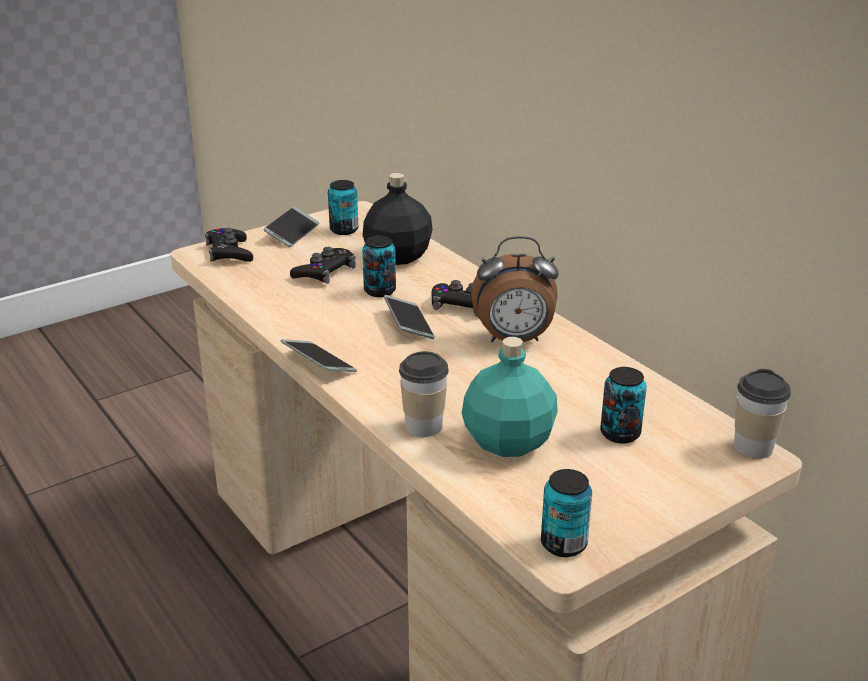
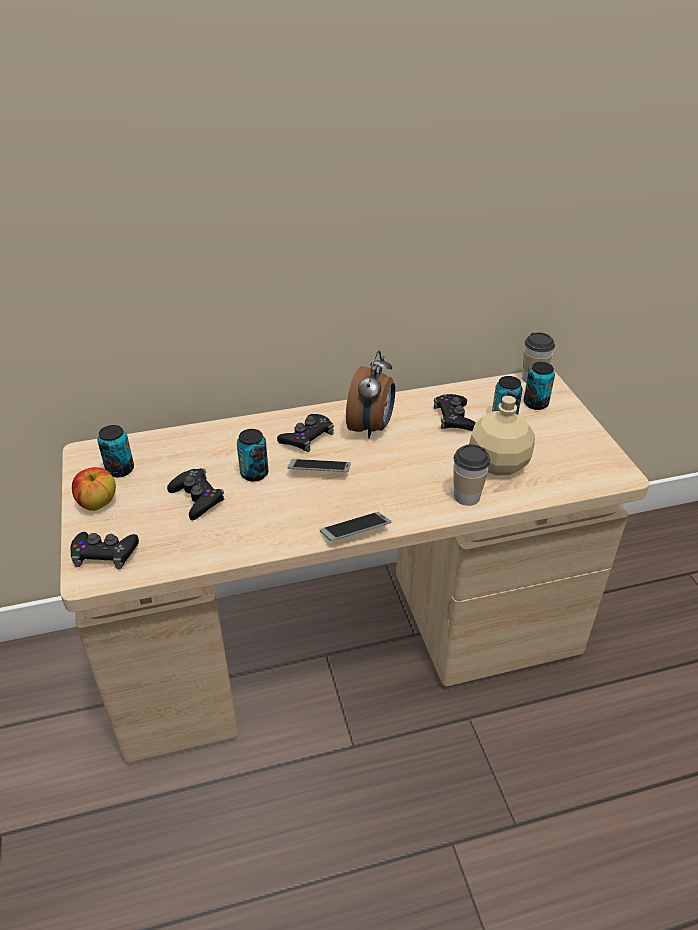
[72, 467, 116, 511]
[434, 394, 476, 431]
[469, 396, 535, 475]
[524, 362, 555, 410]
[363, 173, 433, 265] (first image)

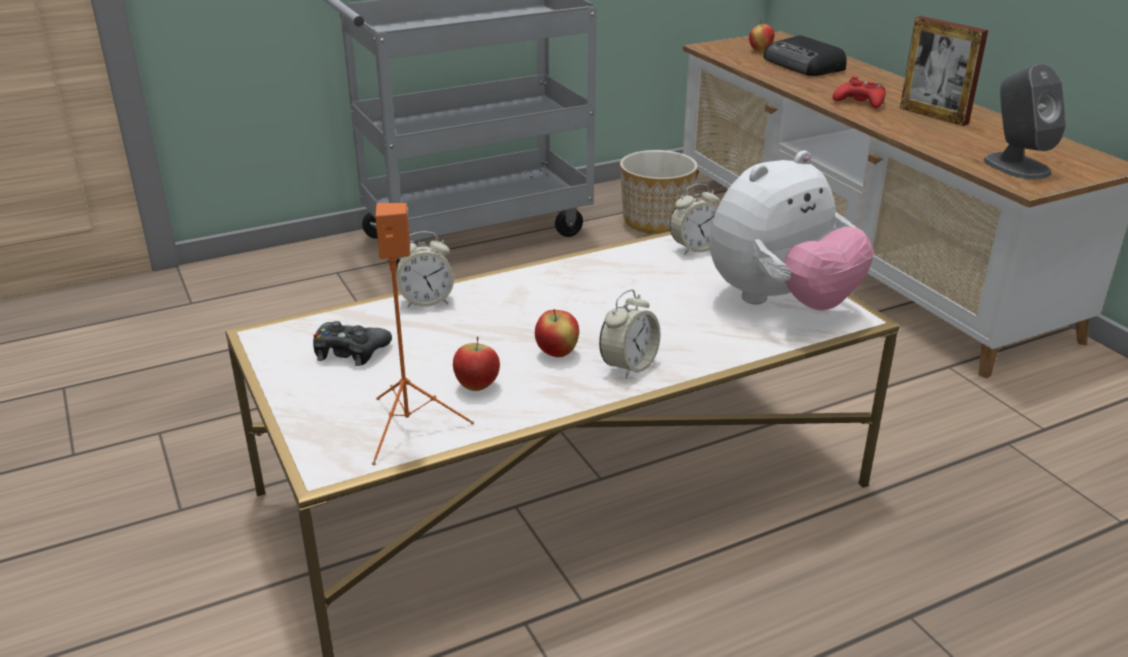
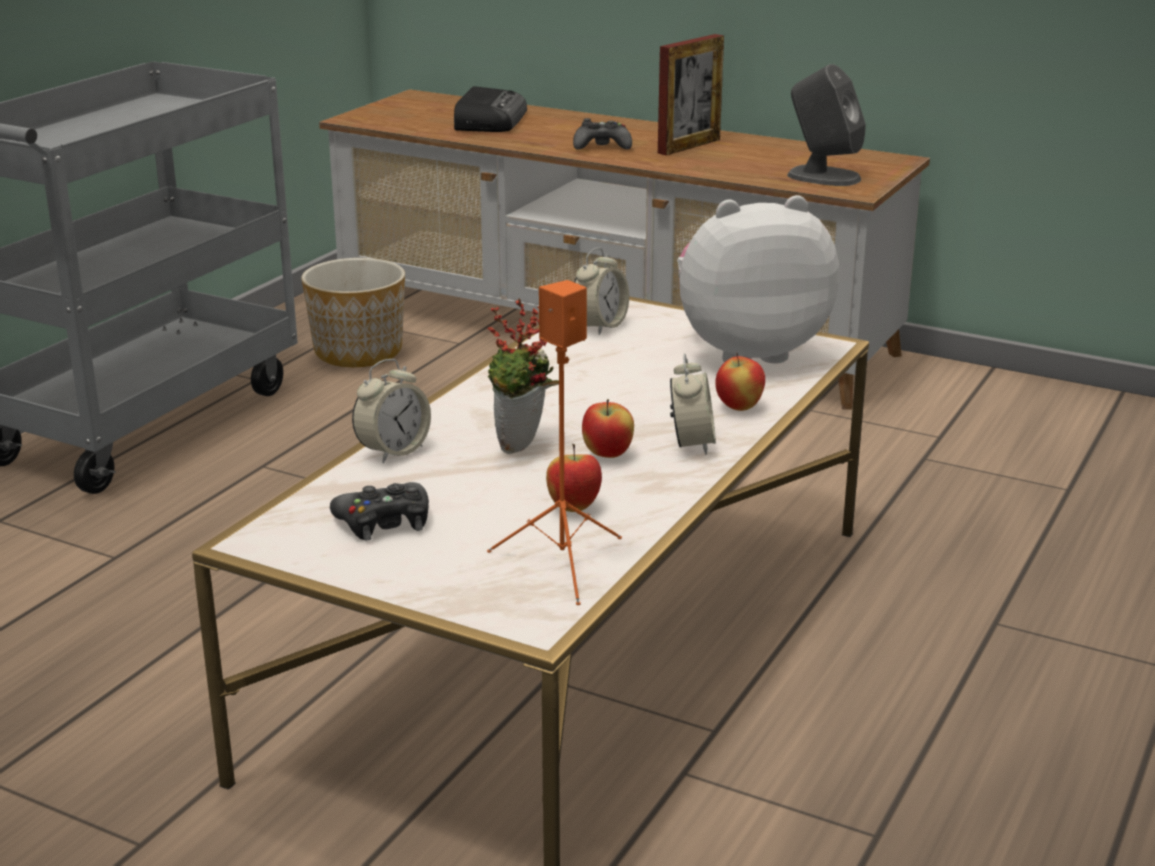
[454, 86, 527, 132]
[487, 299, 559, 454]
[573, 118, 632, 150]
[658, 34, 724, 155]
[677, 195, 839, 363]
[715, 353, 765, 411]

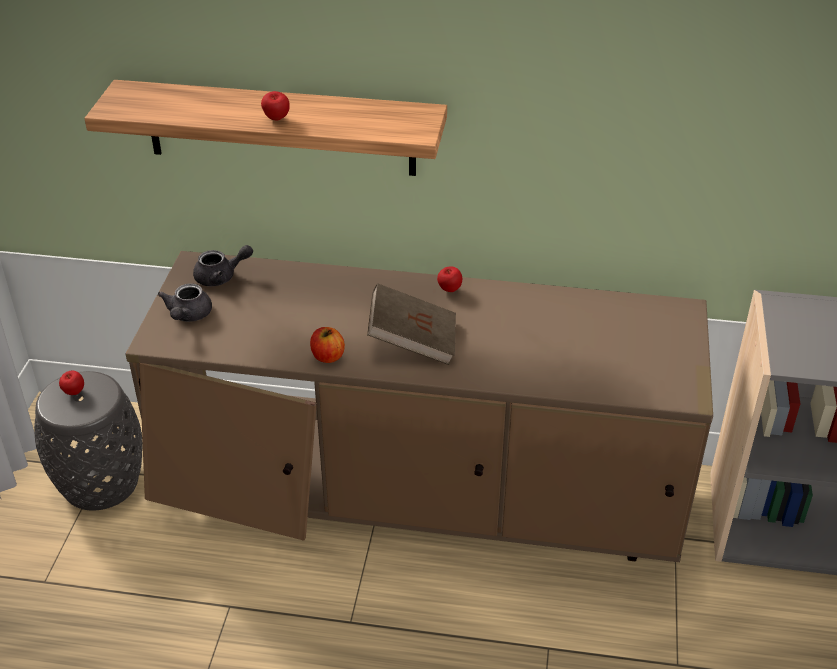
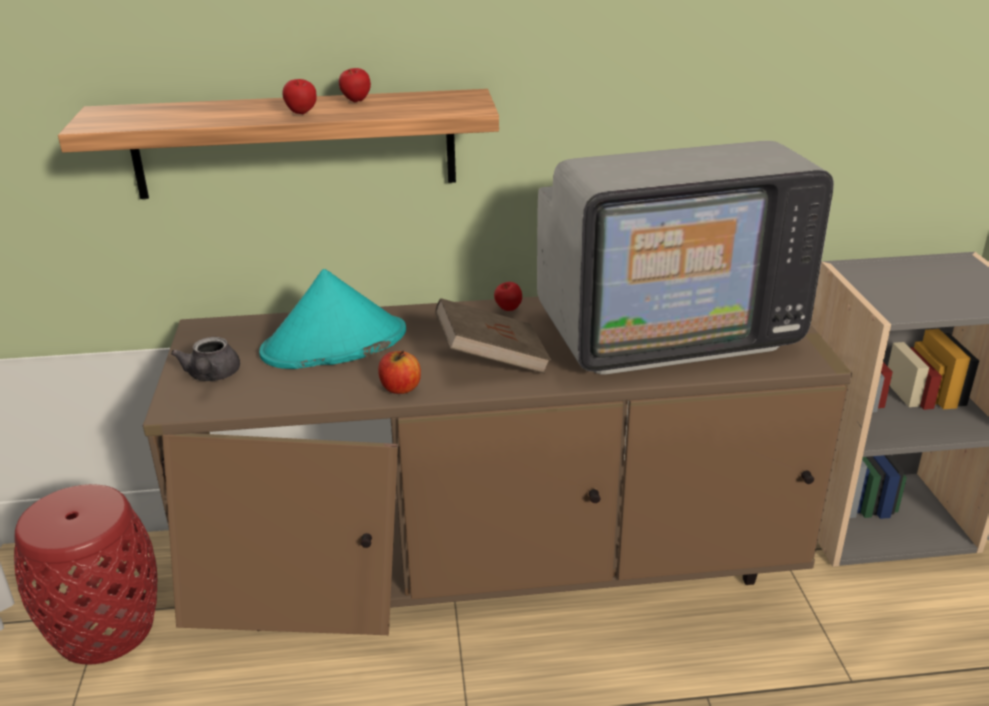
[14, 484, 157, 665]
[259, 269, 406, 369]
[339, 68, 371, 102]
[537, 141, 834, 375]
[193, 245, 253, 286] (first image)

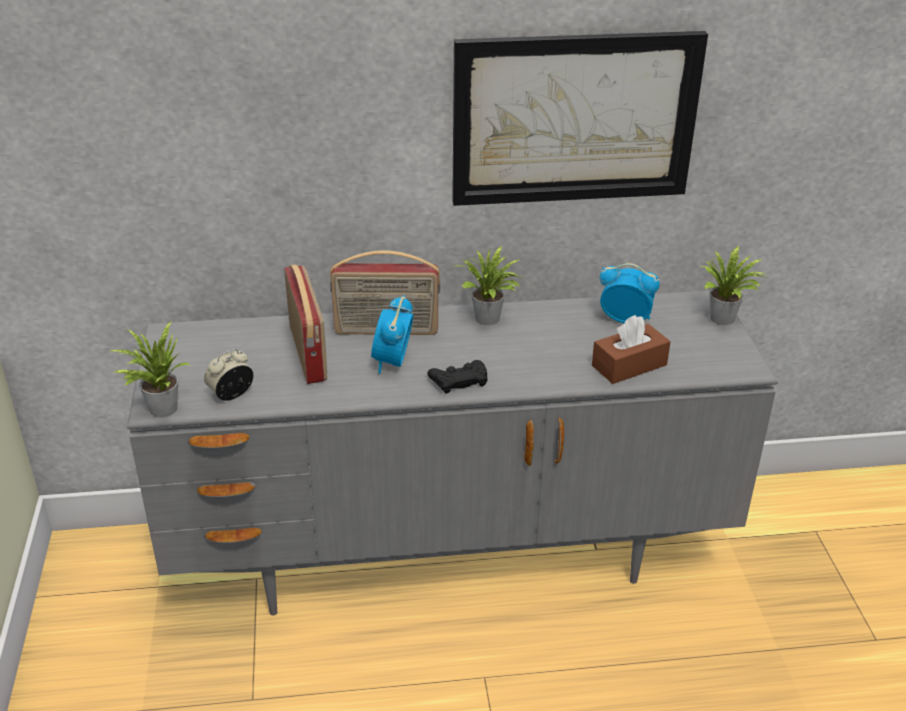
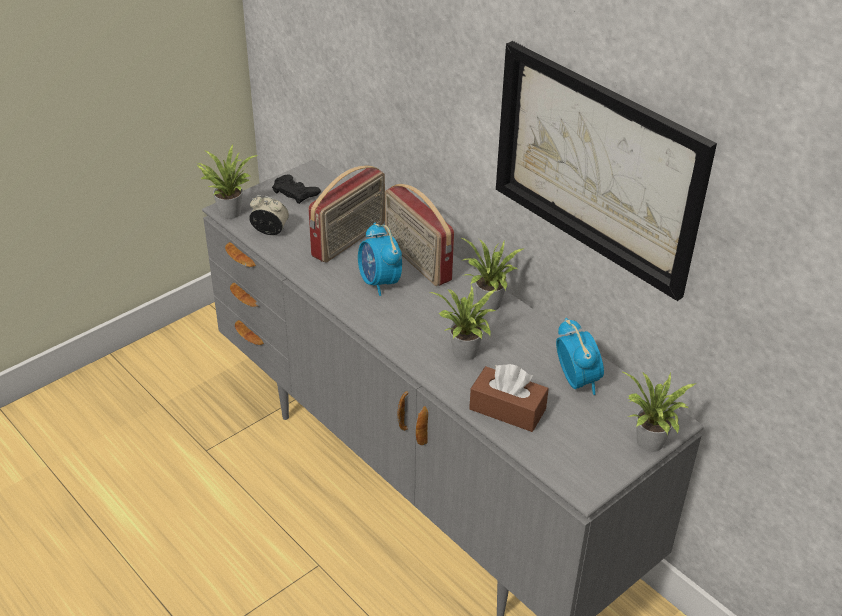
[272, 174, 321, 204]
[358, 223, 402, 296]
[430, 284, 496, 360]

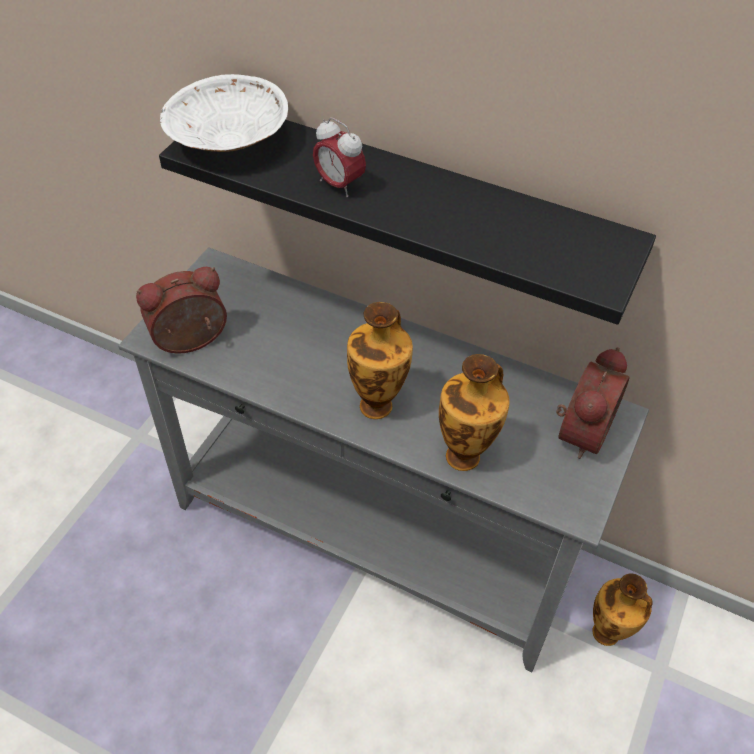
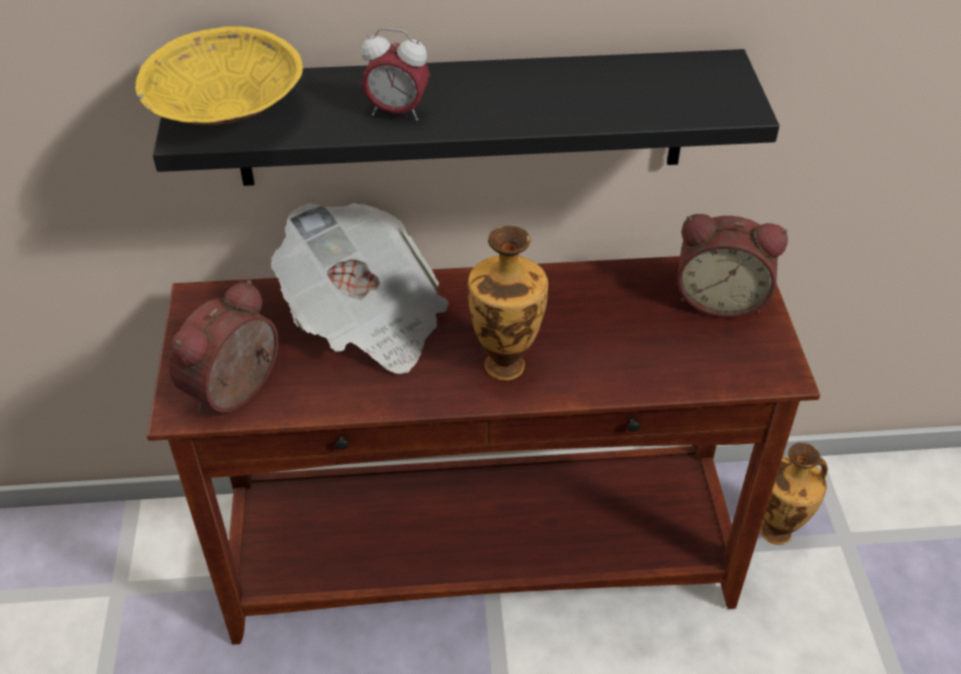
[135, 26, 303, 125]
[147, 256, 820, 645]
[271, 203, 449, 374]
[677, 214, 788, 318]
[439, 354, 510, 471] (first image)

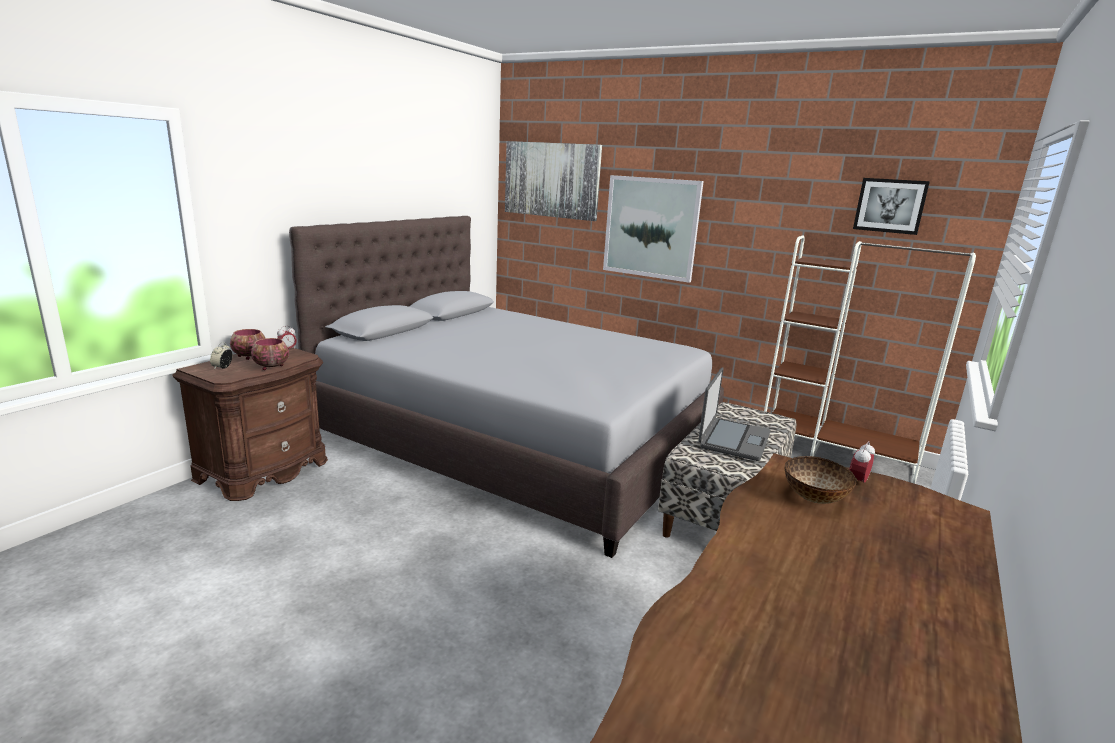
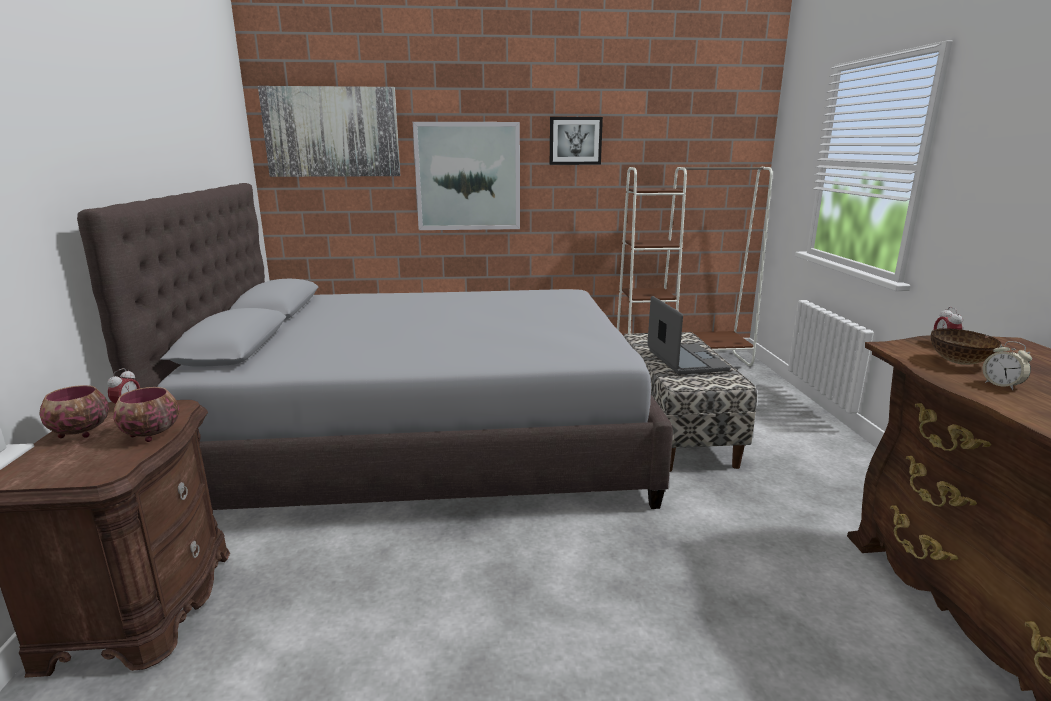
[550, 117, 603, 165]
[983, 341, 1032, 390]

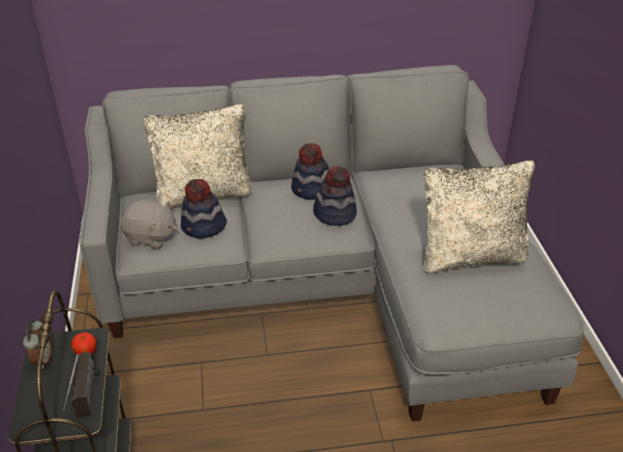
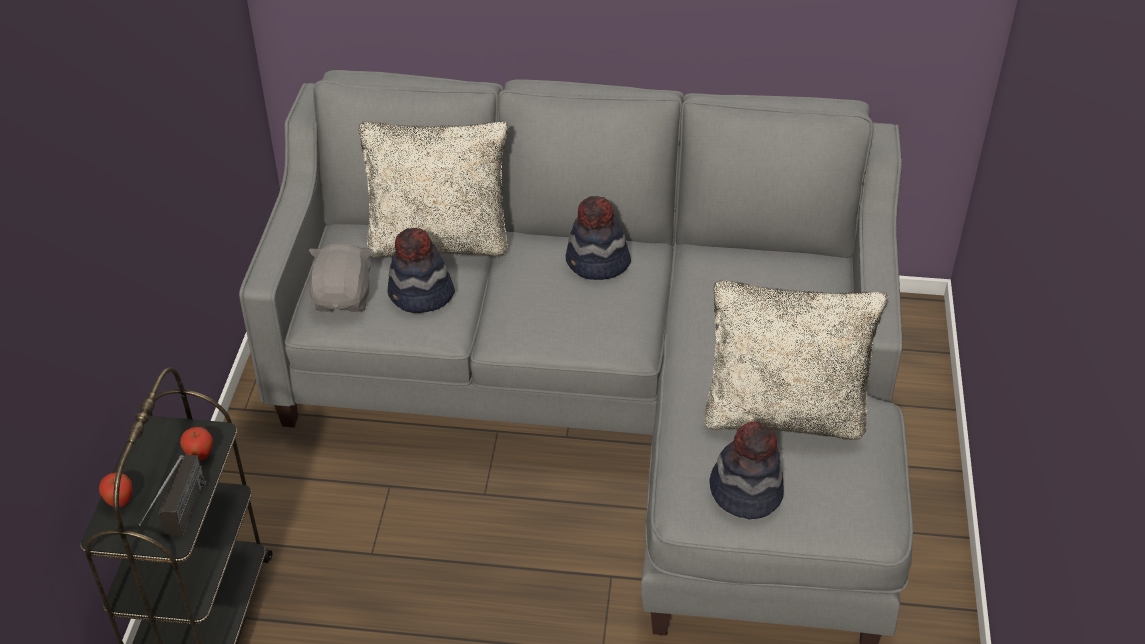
[99, 473, 133, 507]
[309, 243, 373, 312]
[710, 422, 784, 519]
[23, 319, 52, 369] (first image)

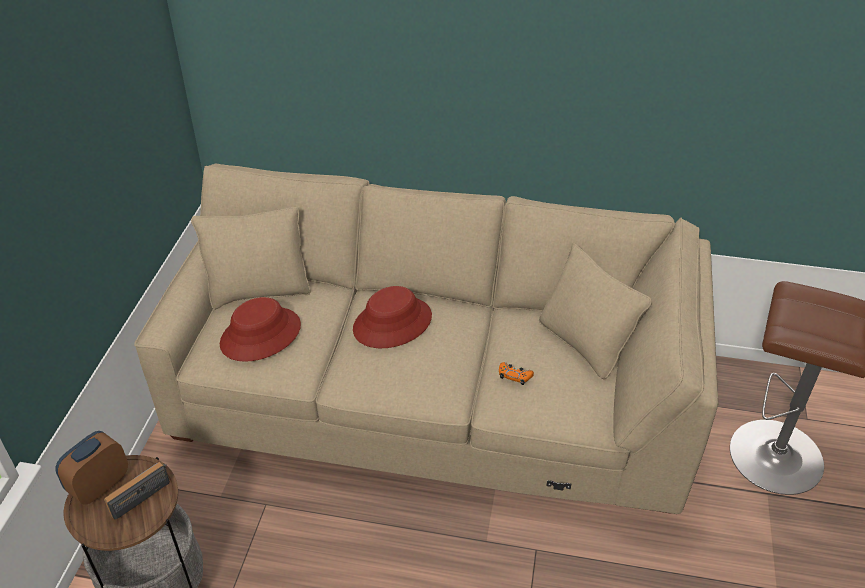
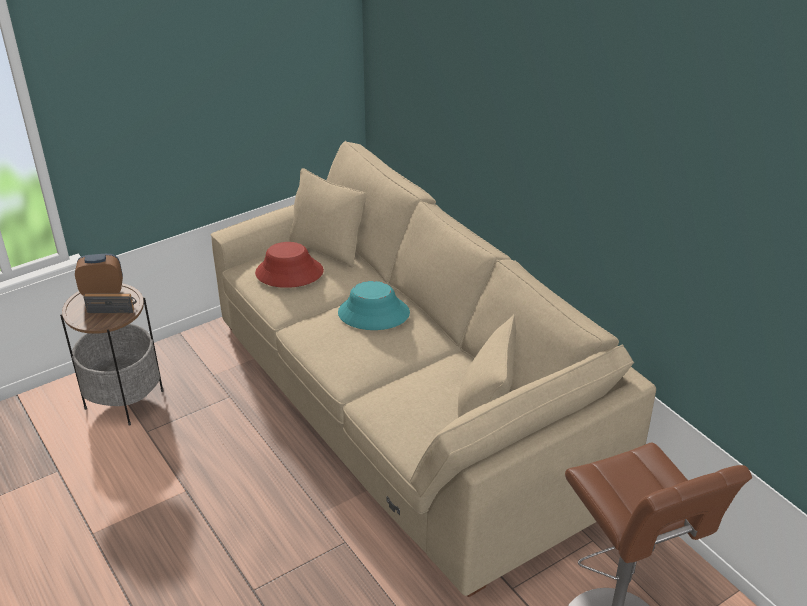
[338, 281, 410, 330]
[499, 362, 534, 385] (first image)

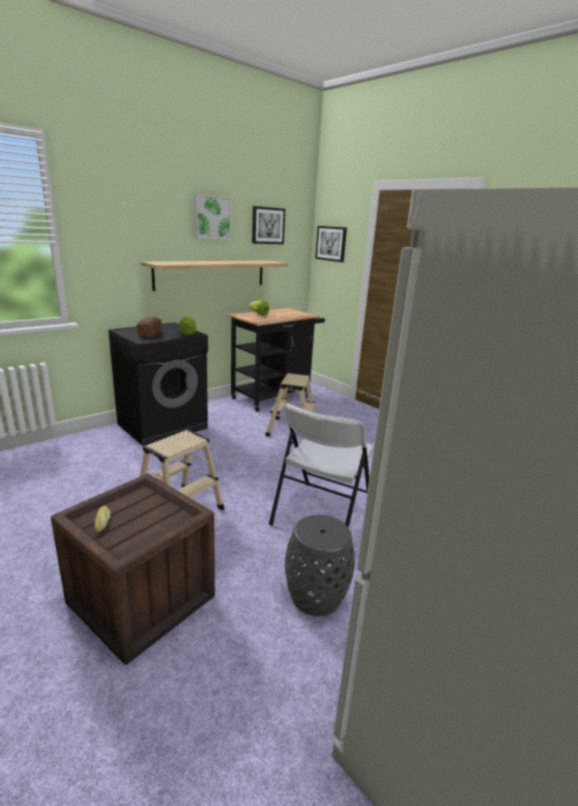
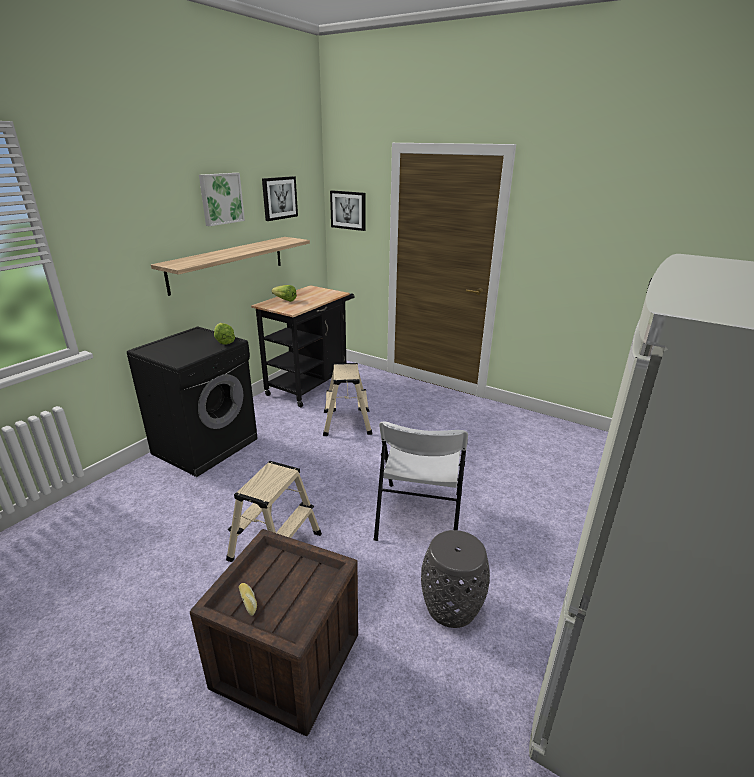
[137, 317, 162, 337] (first image)

